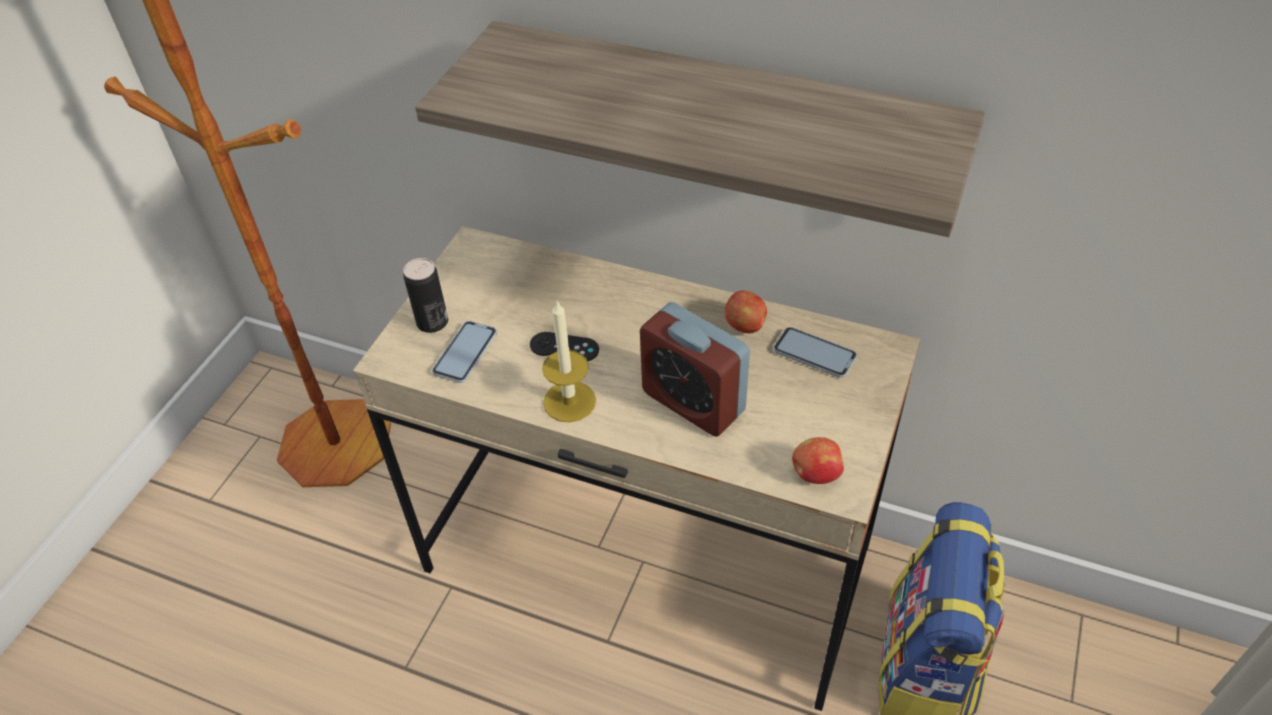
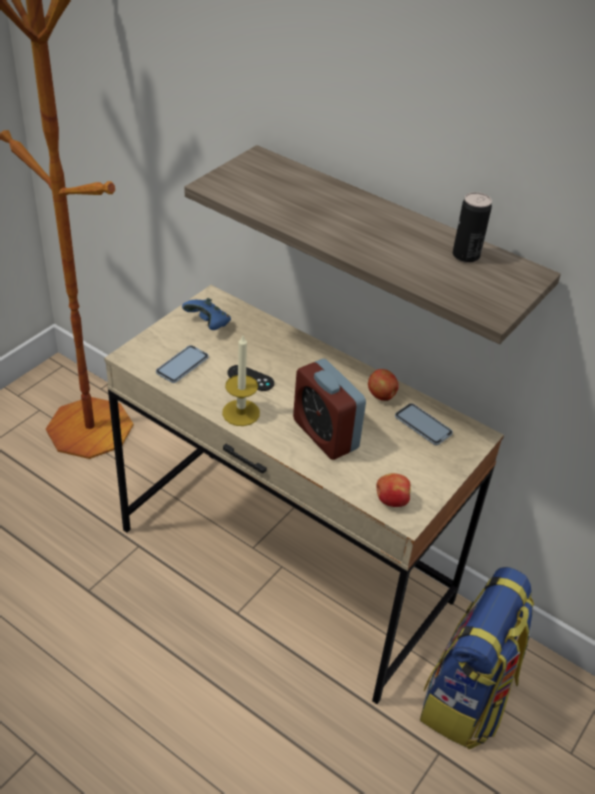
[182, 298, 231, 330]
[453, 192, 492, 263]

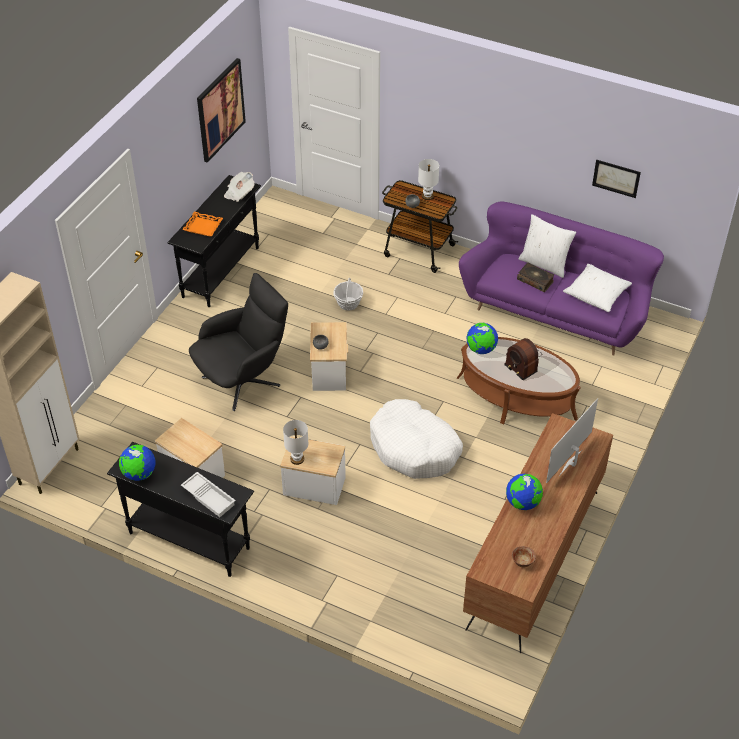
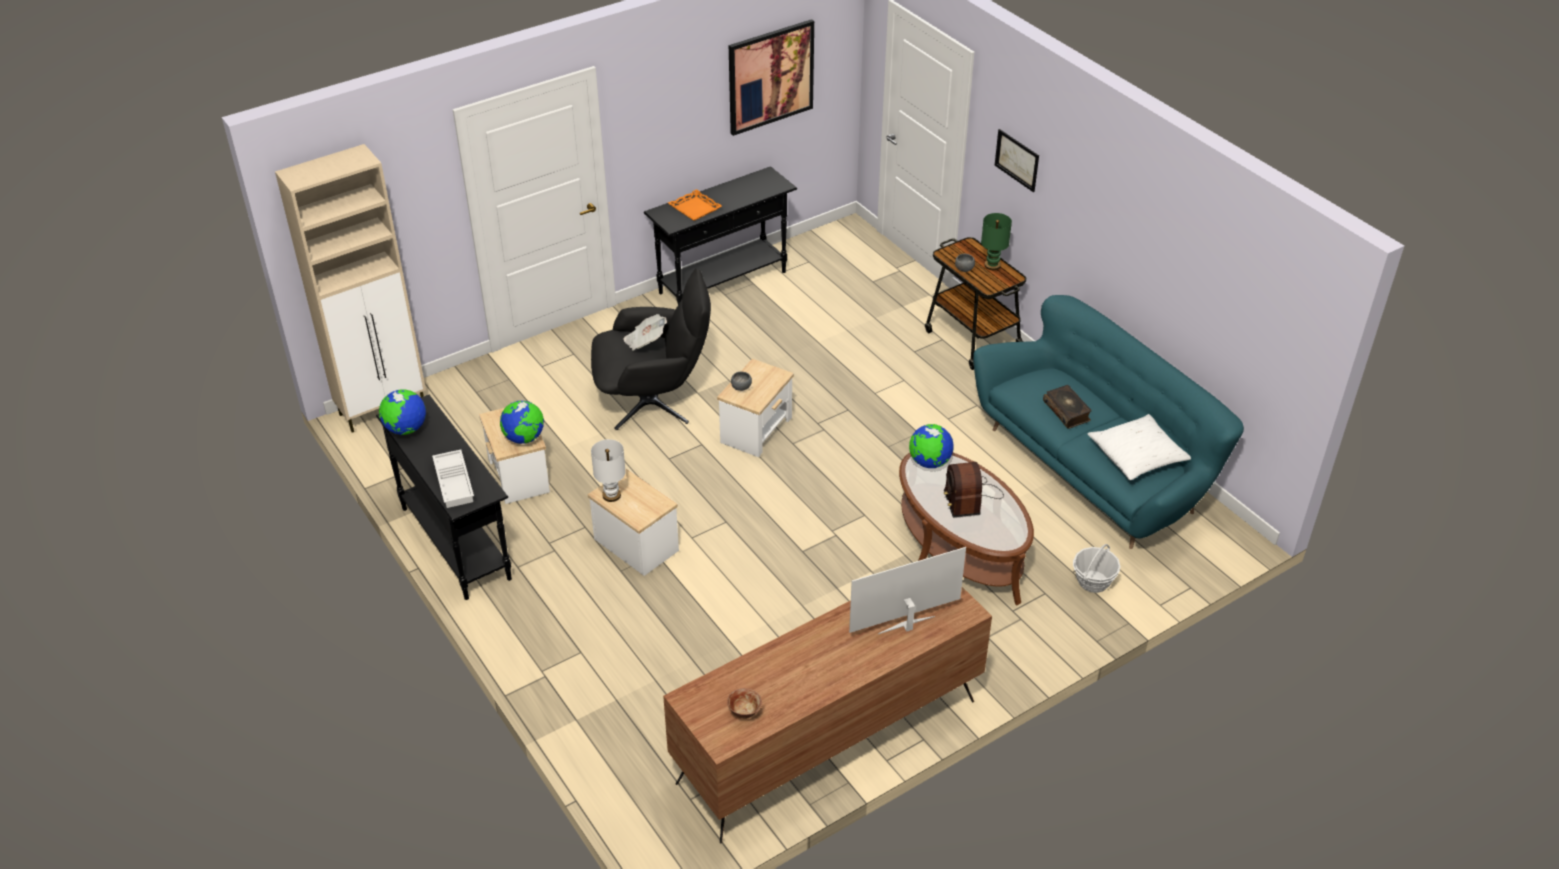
[500, 401, 544, 444]
[623, 314, 667, 351]
[973, 295, 1244, 549]
[981, 213, 1012, 270]
[995, 129, 1039, 192]
[1073, 544, 1120, 593]
[370, 399, 463, 479] (first image)
[519, 214, 576, 278] (first image)

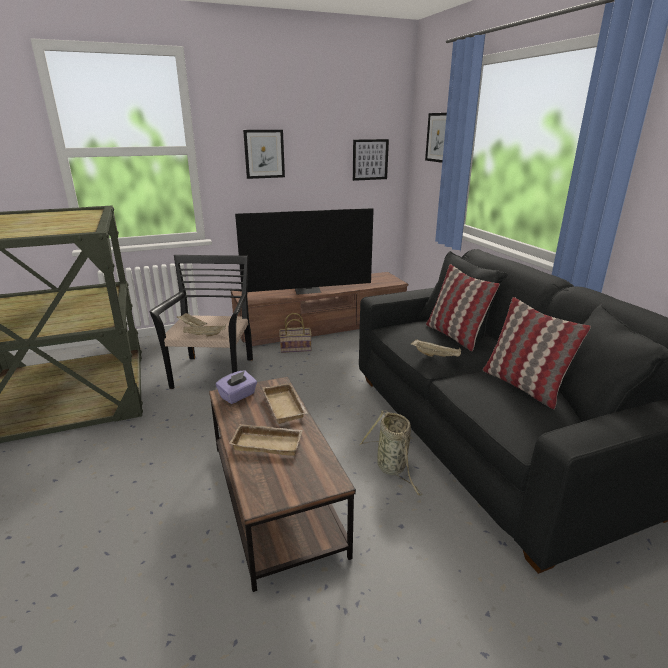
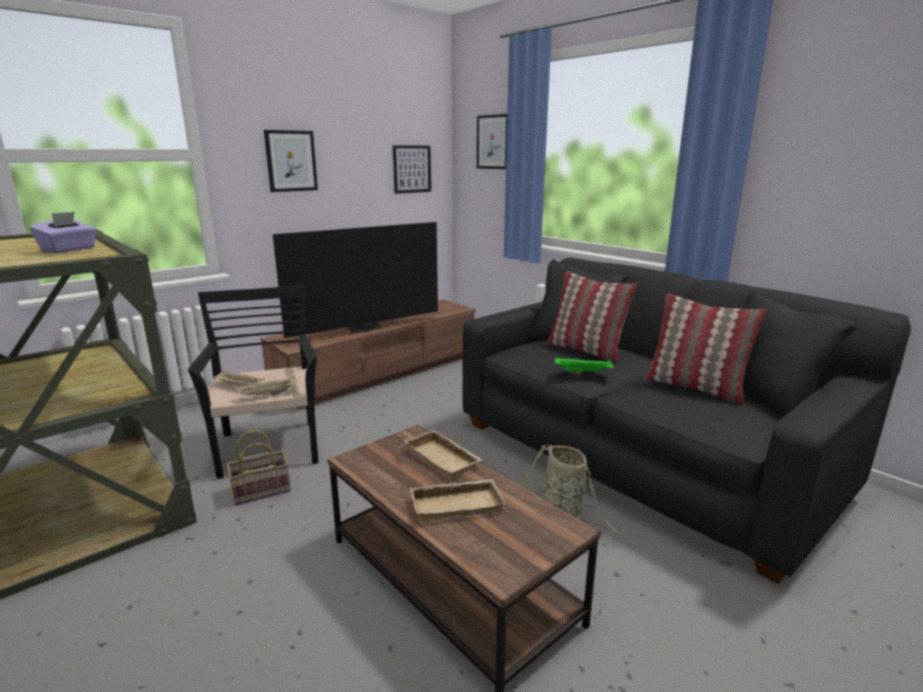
[30, 212, 97, 253]
[227, 430, 291, 505]
[554, 357, 614, 374]

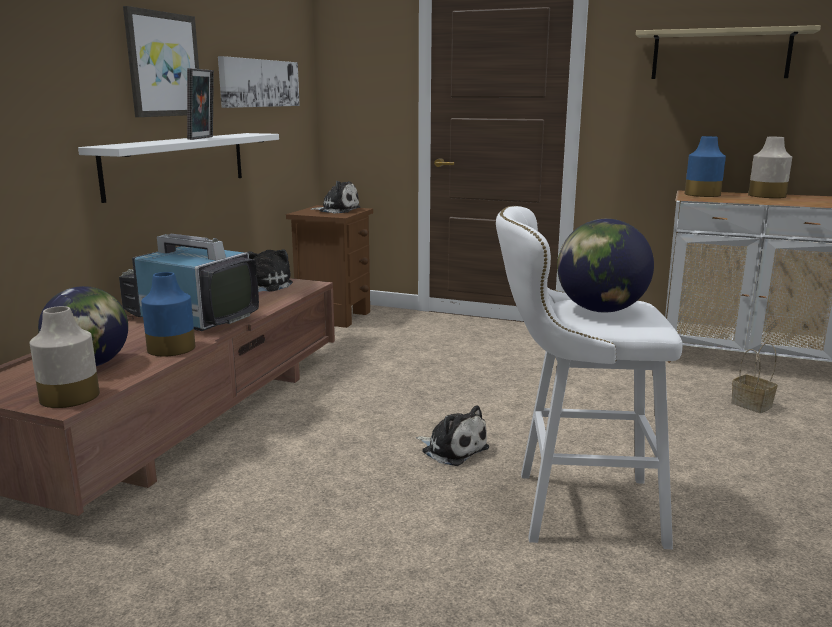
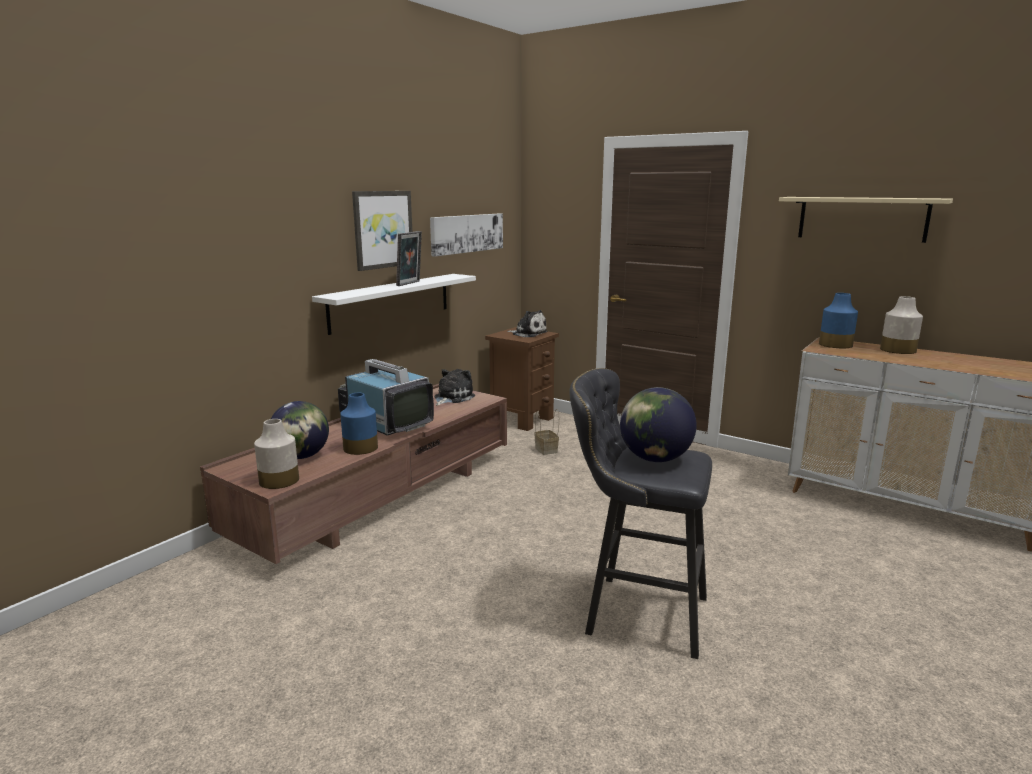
[534, 409, 559, 455]
[569, 368, 712, 659]
[416, 405, 489, 466] (first image)

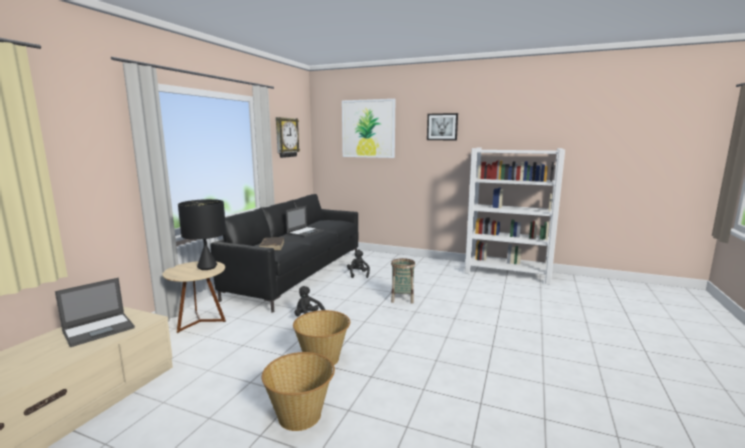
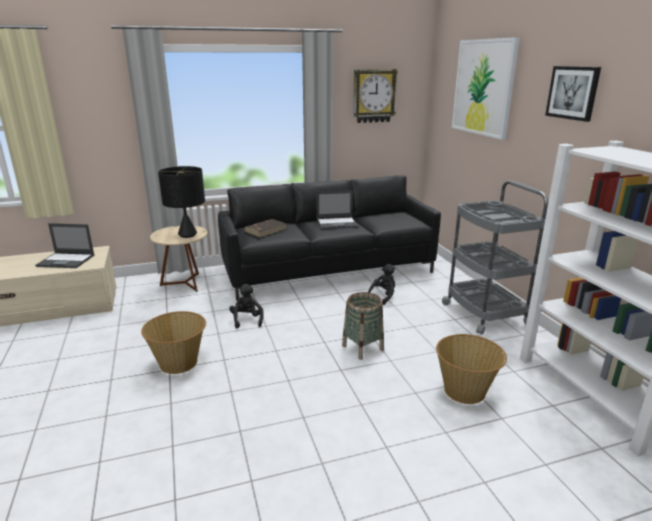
[436, 334, 507, 404]
[442, 181, 548, 334]

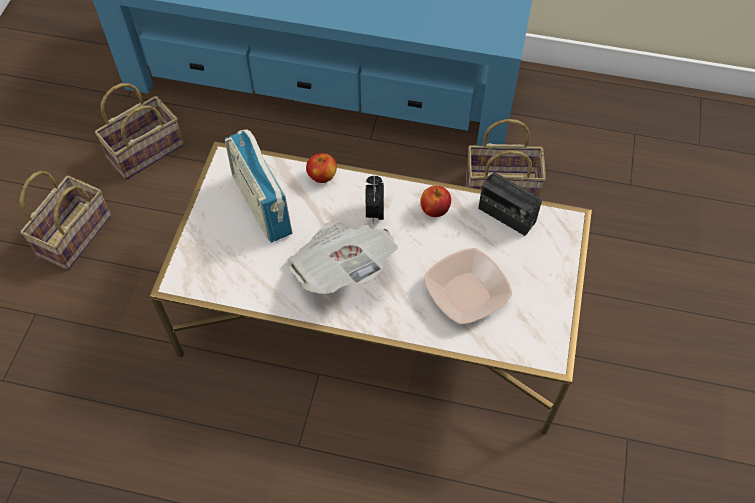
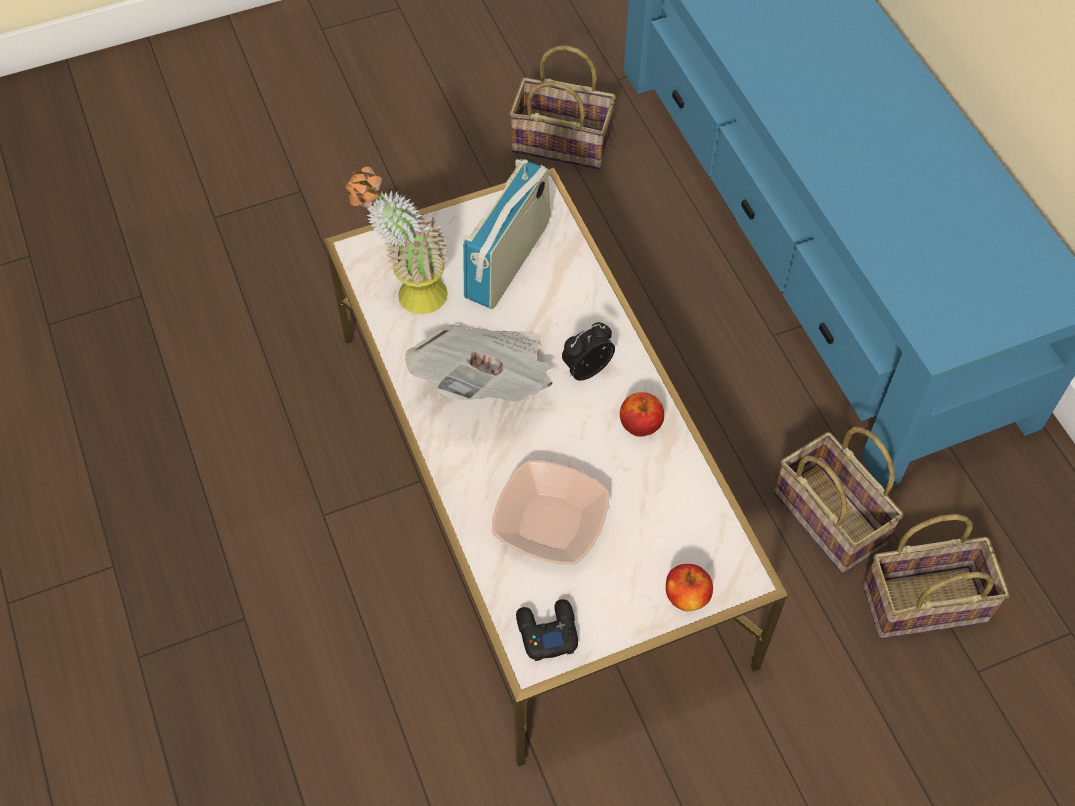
[345, 166, 448, 314]
[516, 599, 578, 661]
[666, 564, 713, 611]
[863, 514, 1010, 639]
[478, 172, 542, 236] (first image)

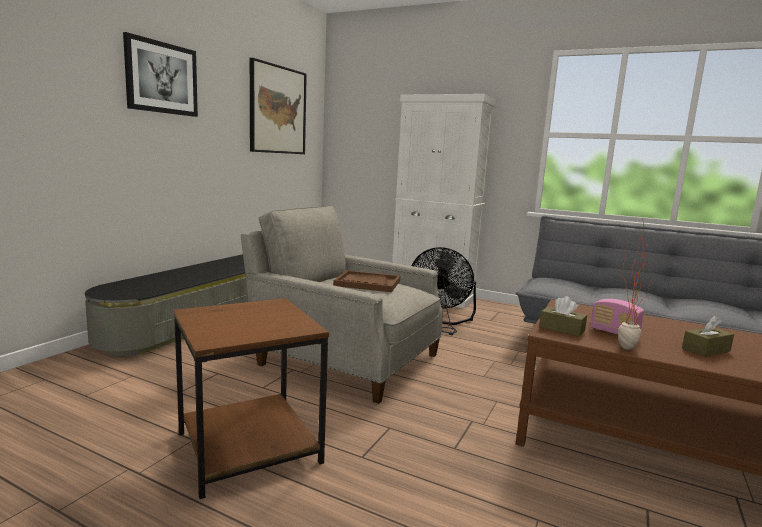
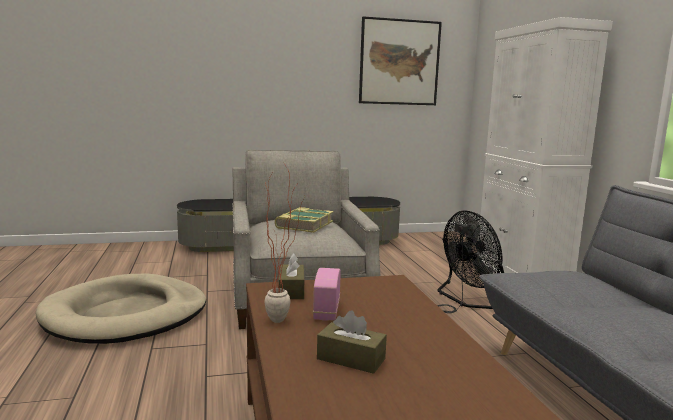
[35, 273, 206, 344]
[275, 207, 333, 233]
[123, 32, 198, 117] (first image)

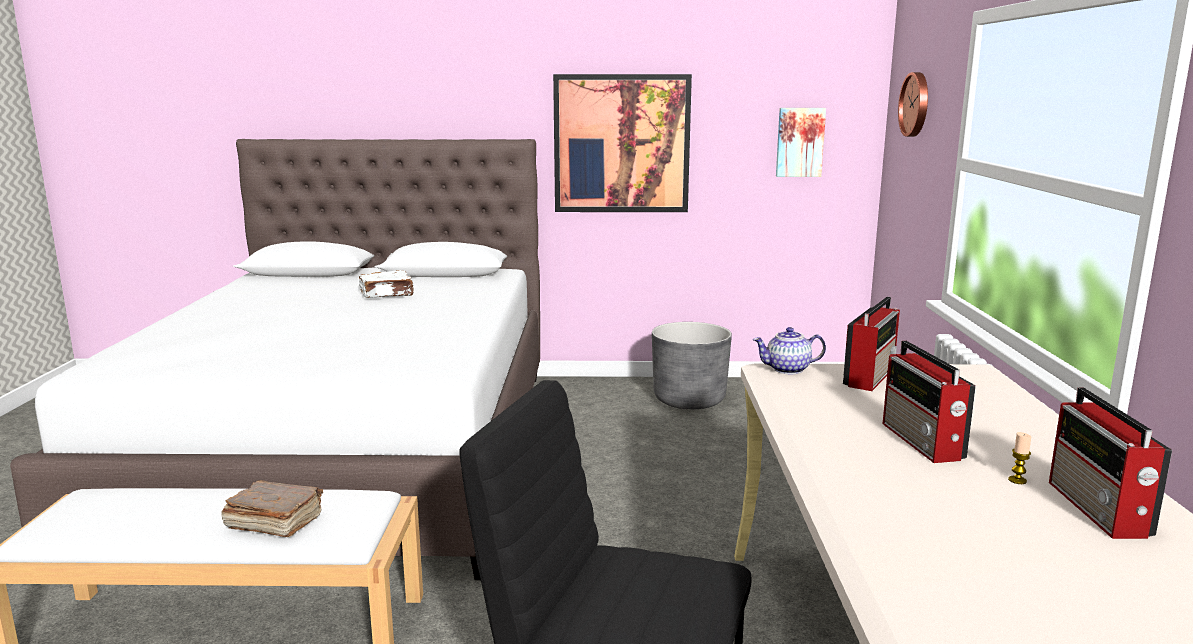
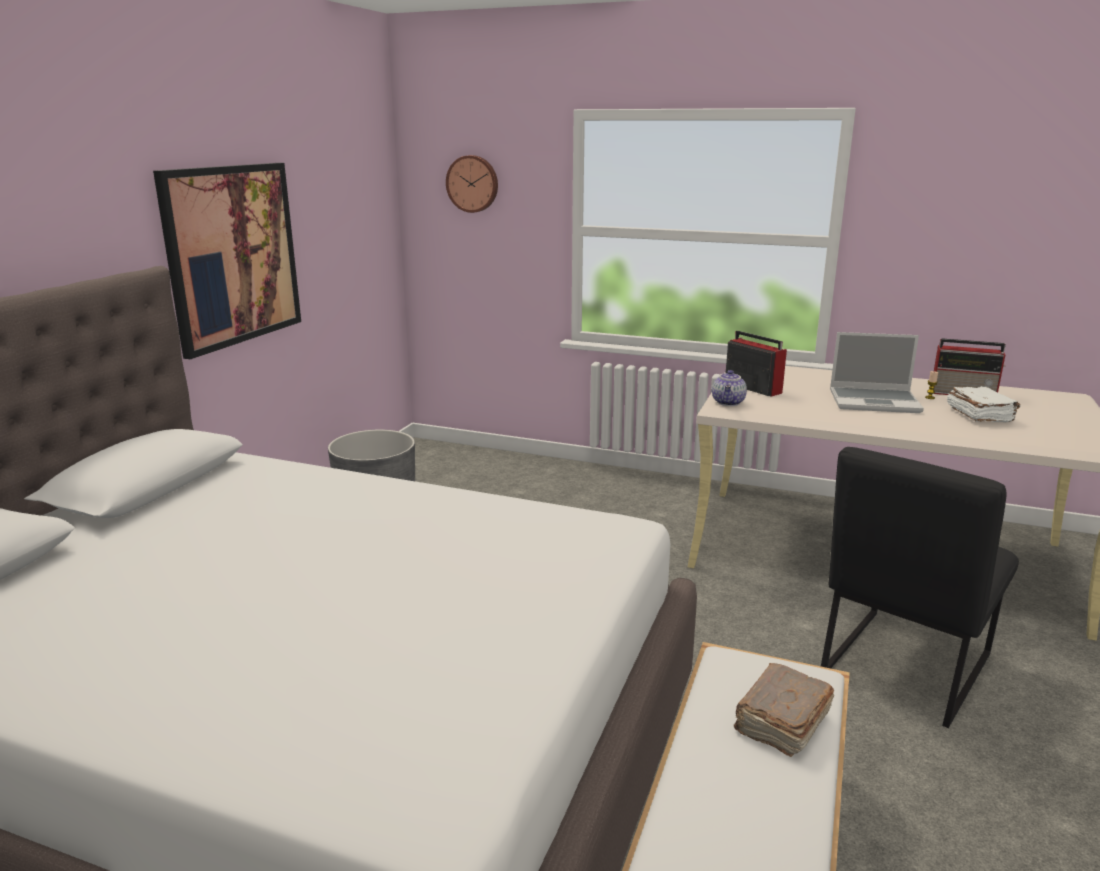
[830, 332, 924, 413]
[947, 386, 1021, 422]
[776, 108, 826, 177] (first image)

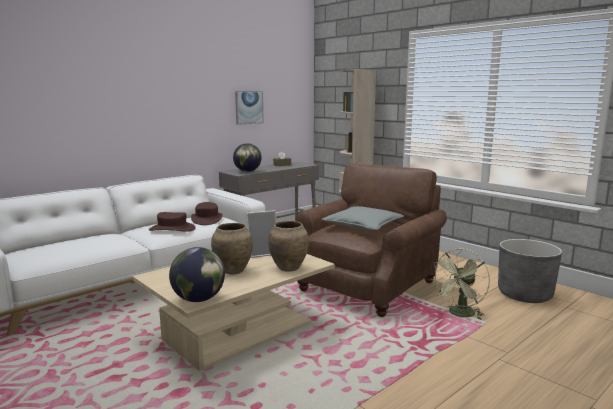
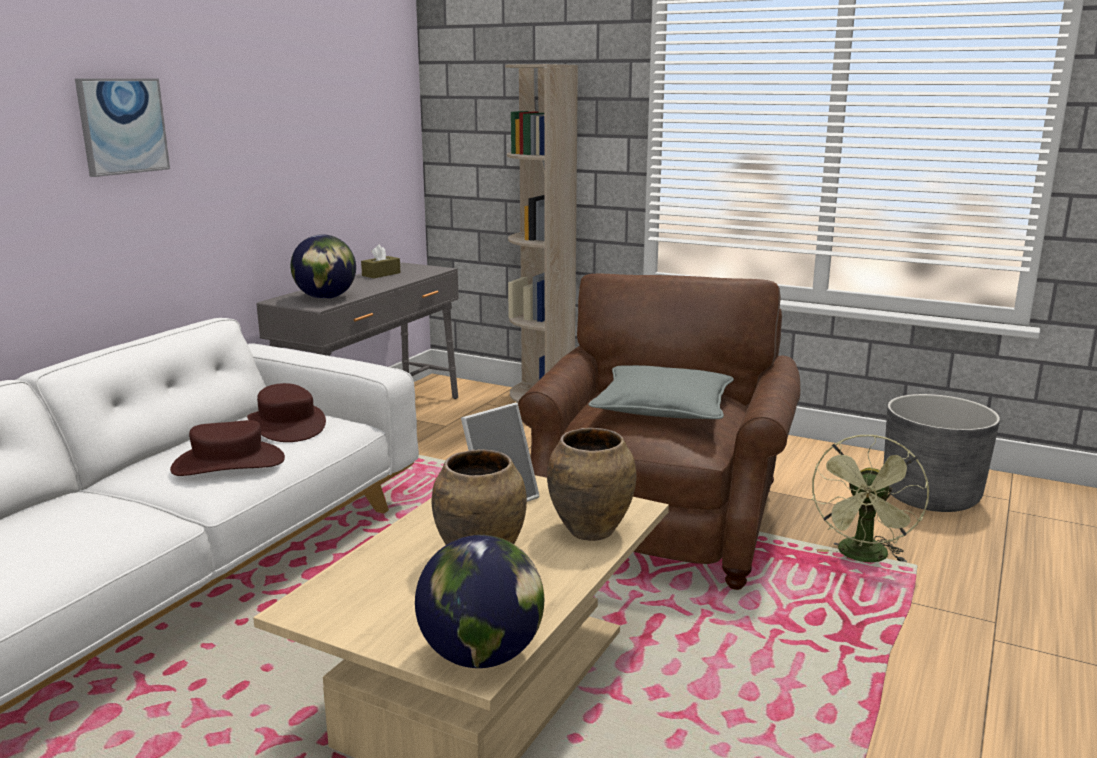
[75, 78, 170, 177]

